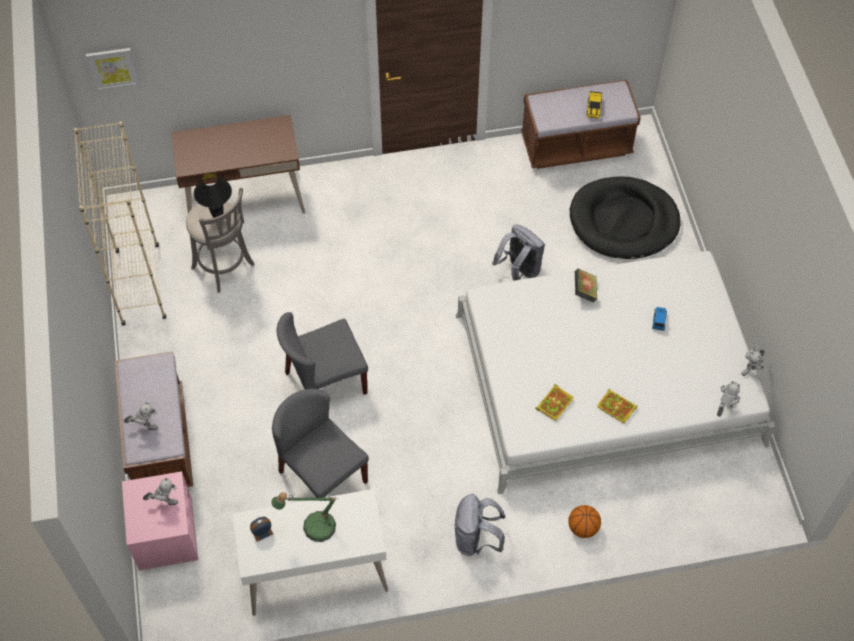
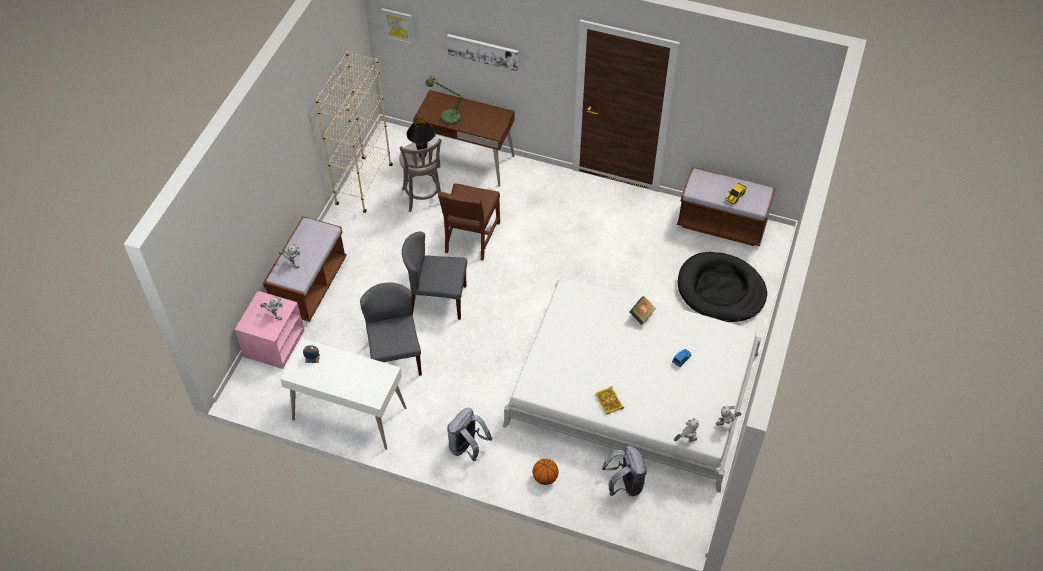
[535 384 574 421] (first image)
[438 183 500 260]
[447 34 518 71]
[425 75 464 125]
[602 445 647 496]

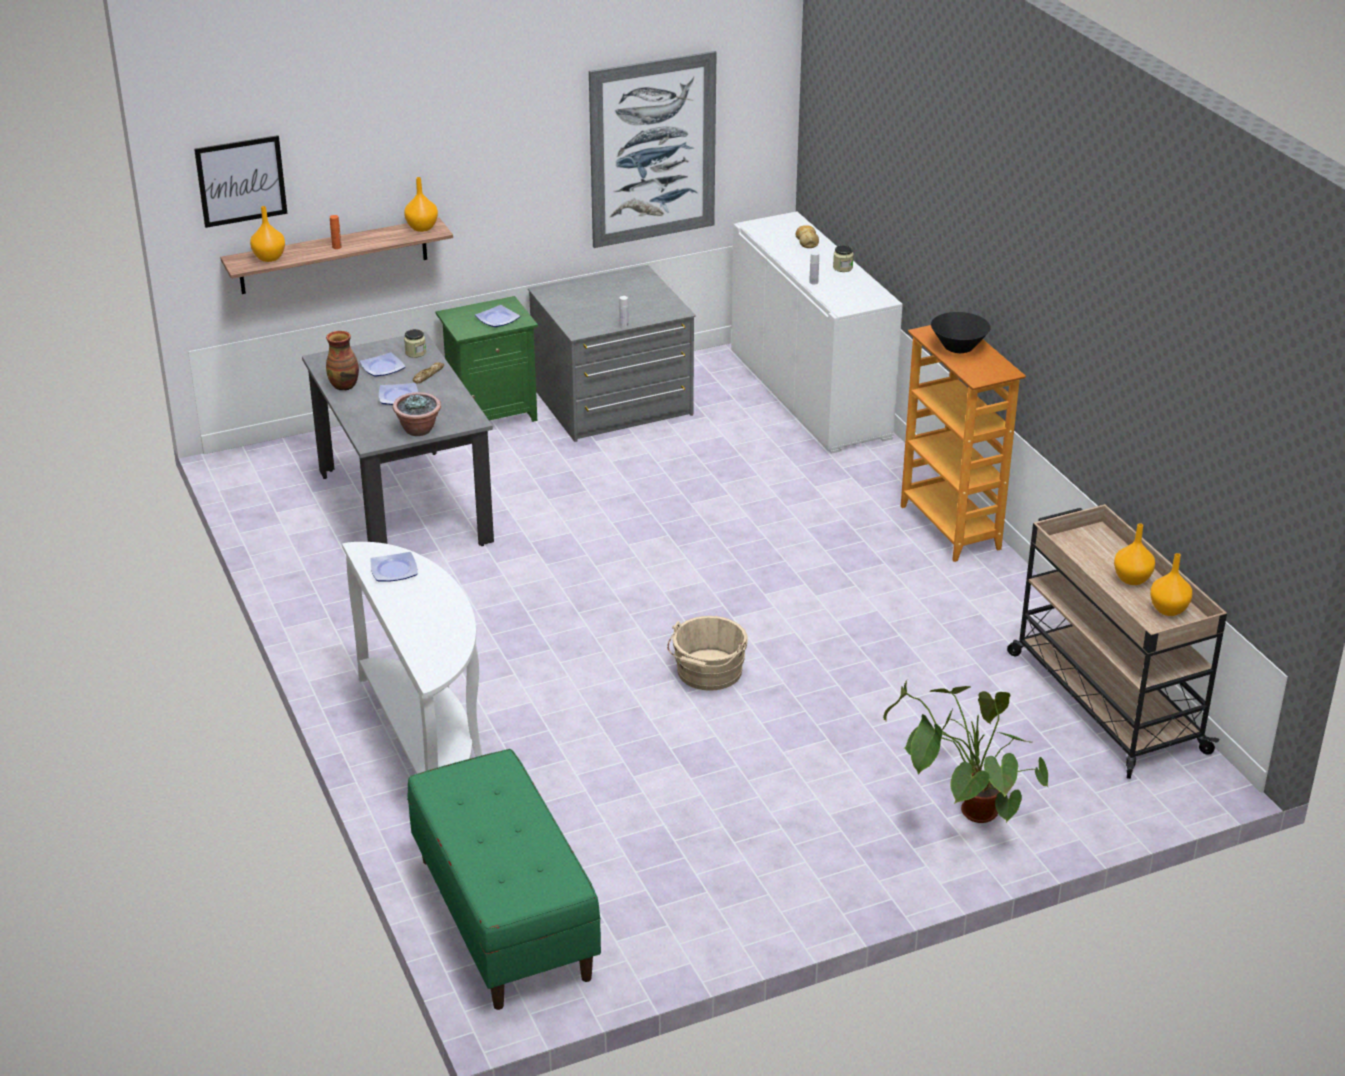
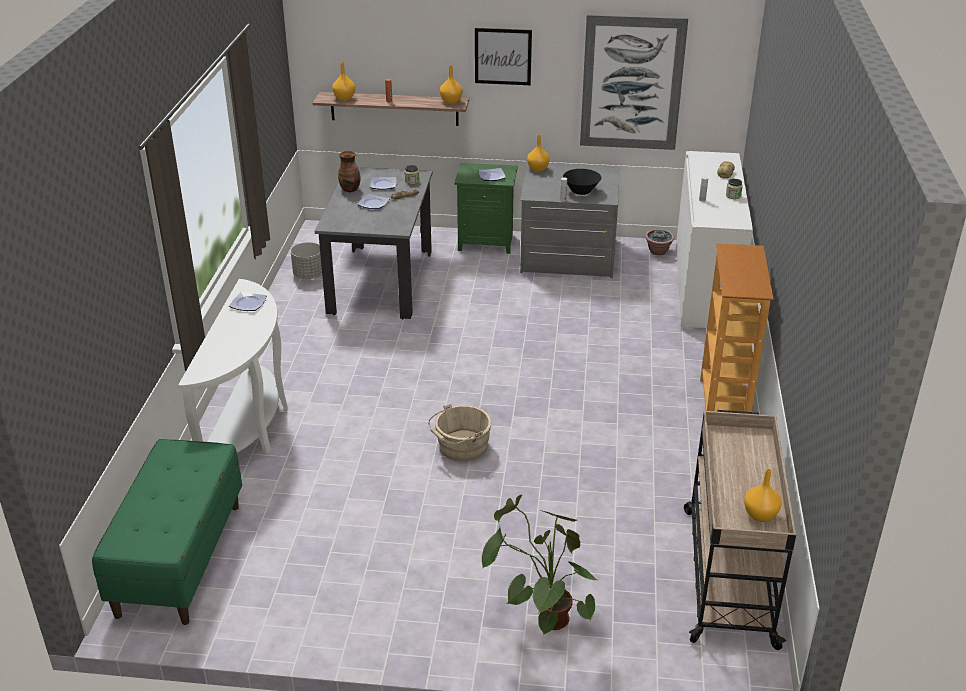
[291 242 322 279]
[475 28 532 85]
[645 229 674 255]
[563 169 601 195]
[527 134 550 172]

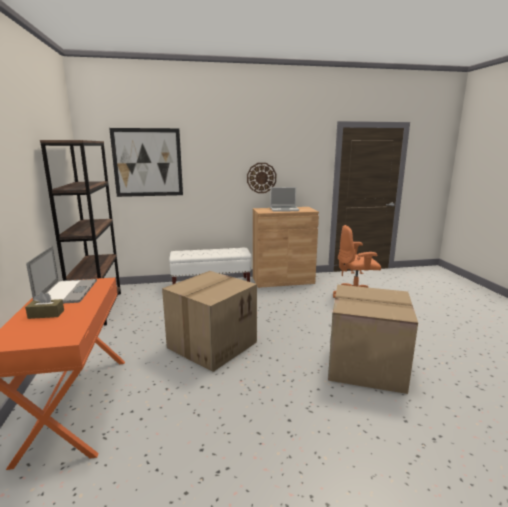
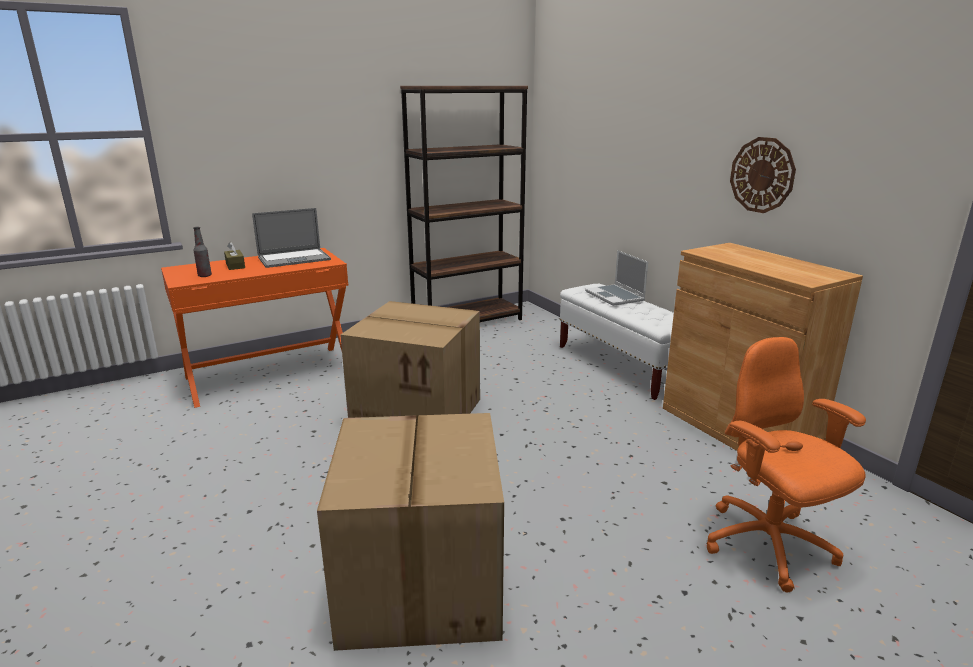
[109 128 183 197] (first image)
[193 227 212 277]
[585 250 648 306]

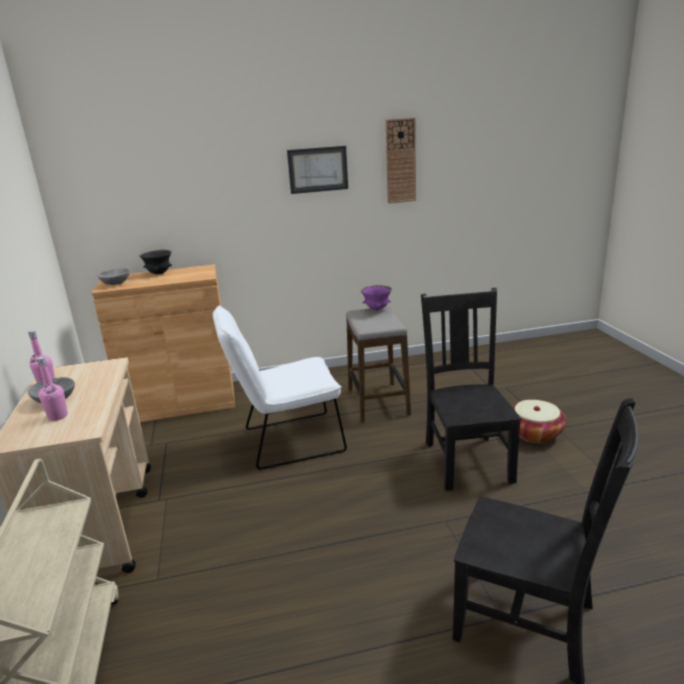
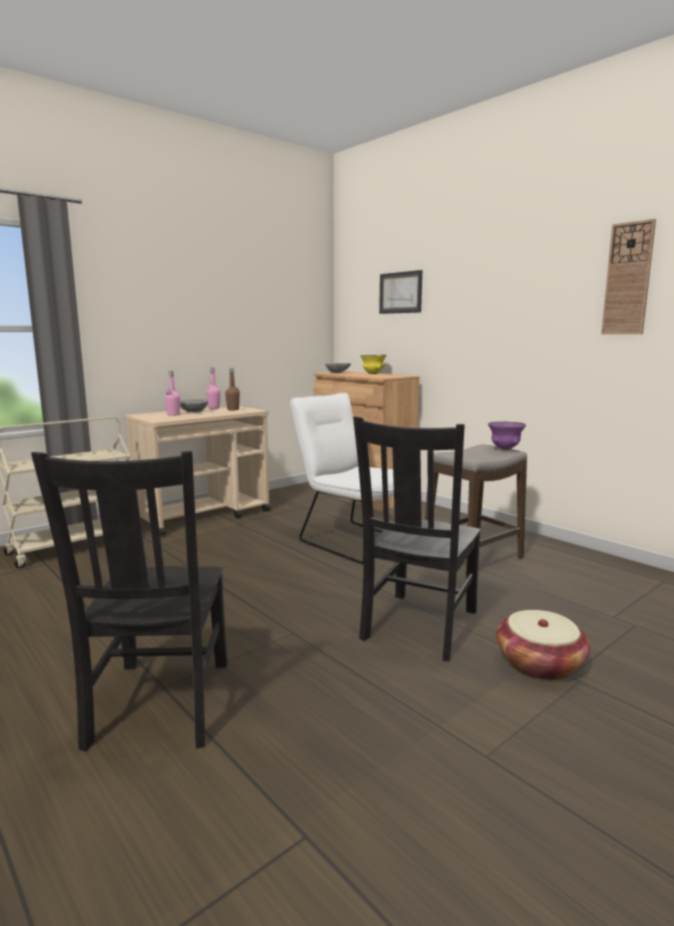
[225 368 240 410]
[379 270 422 314]
[360 355 387 374]
[353 416 481 661]

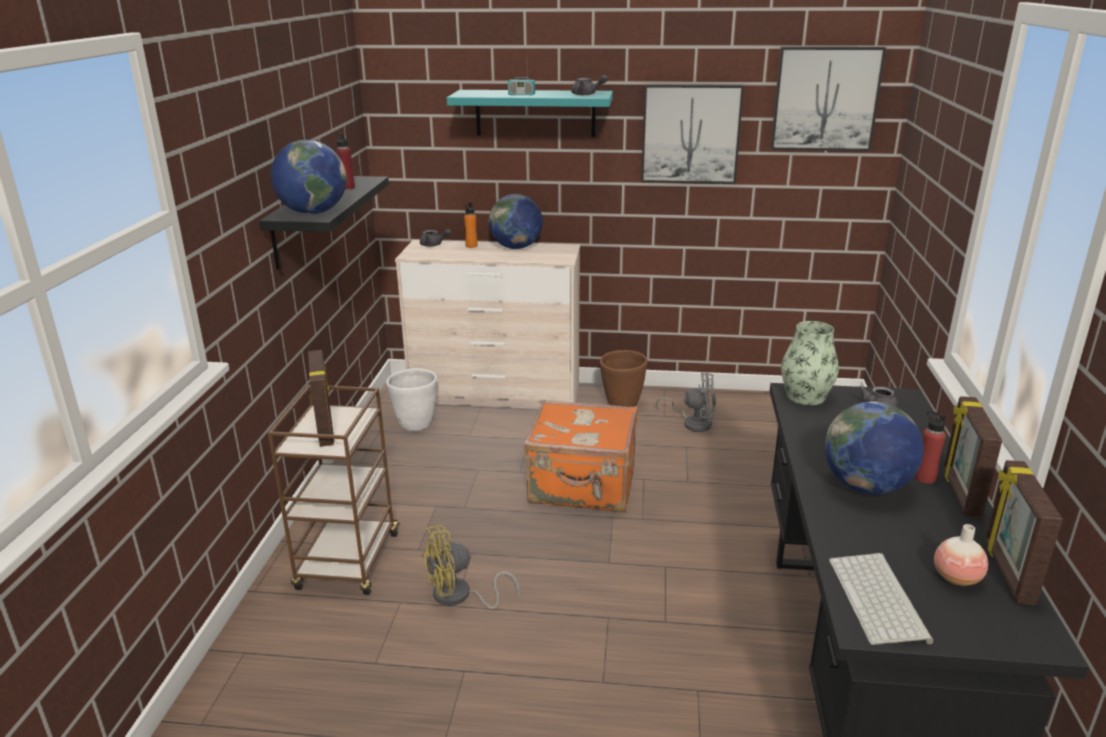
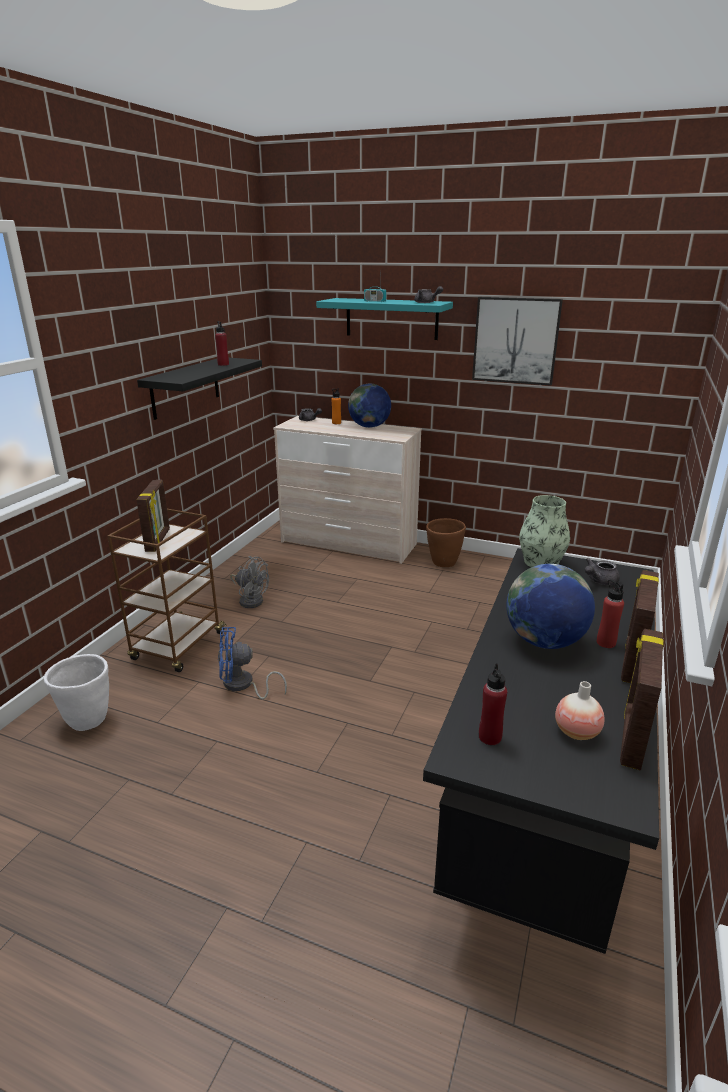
[271 140 346 214] (first image)
[524 400 638 513] (first image)
[770 47 886 151] (first image)
[44 654 109 731]
[230 556 269 608]
[479 663 507 745]
[218 627 287 699]

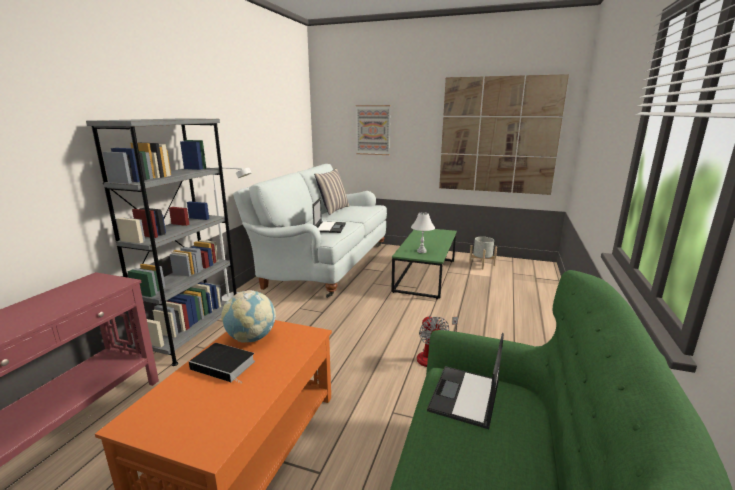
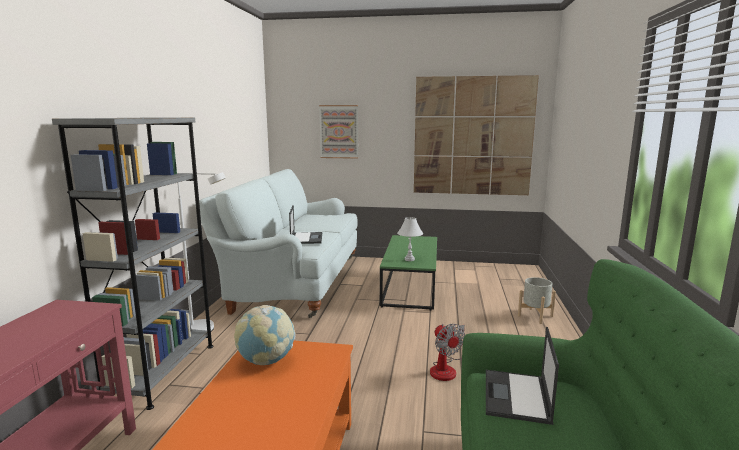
[189 343 255 383] (first image)
[314 168 349 215] (first image)
[518 277 556 324]

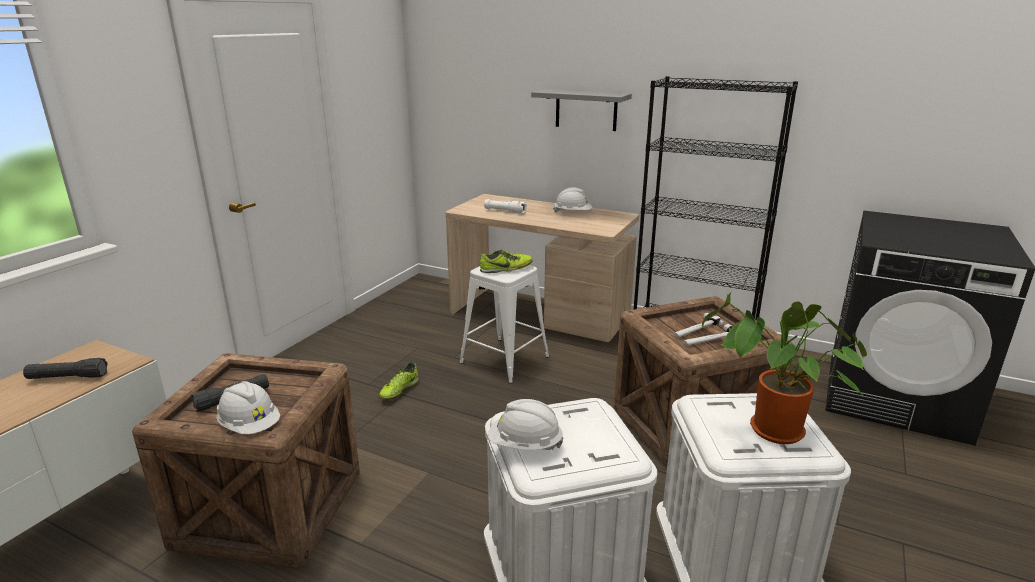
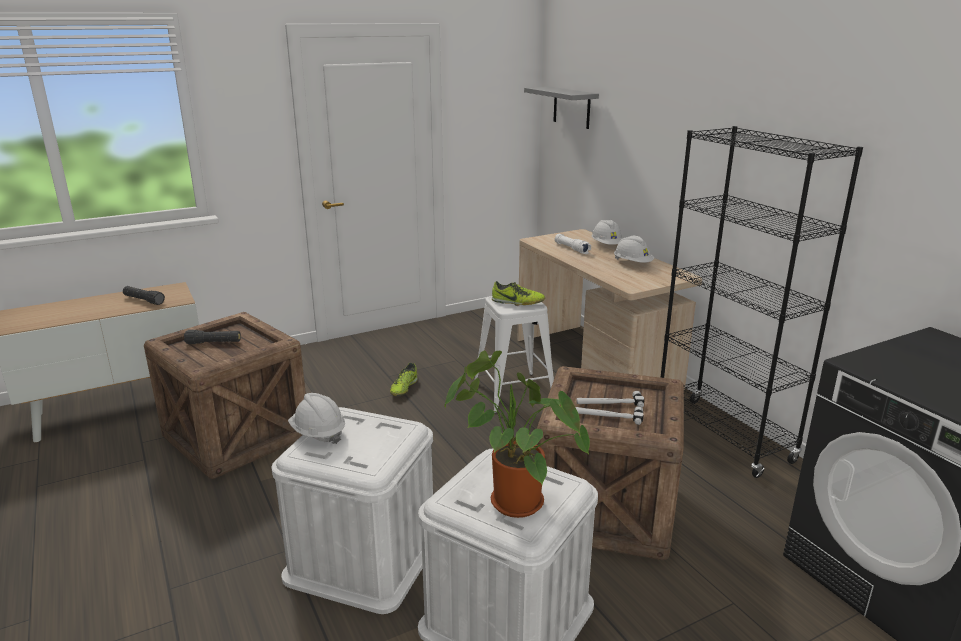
[592 220 623 245]
[524 86 599 129]
[390 363 418 396]

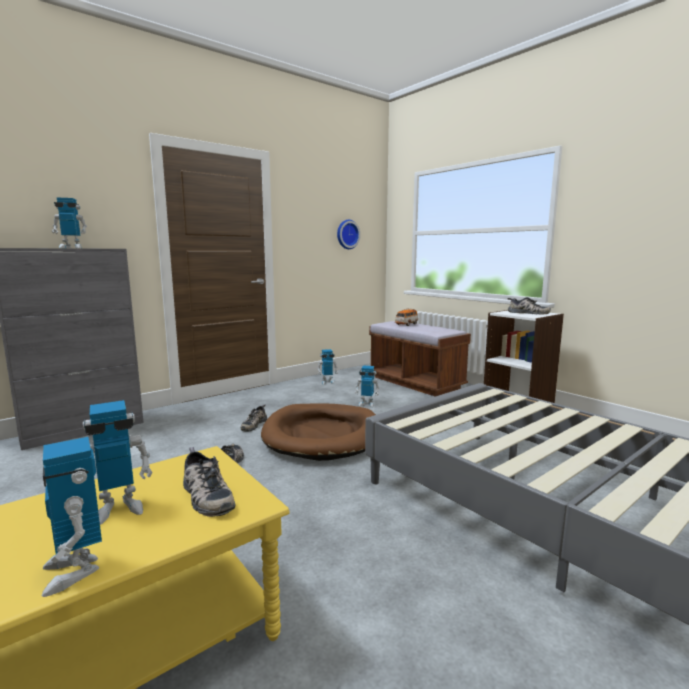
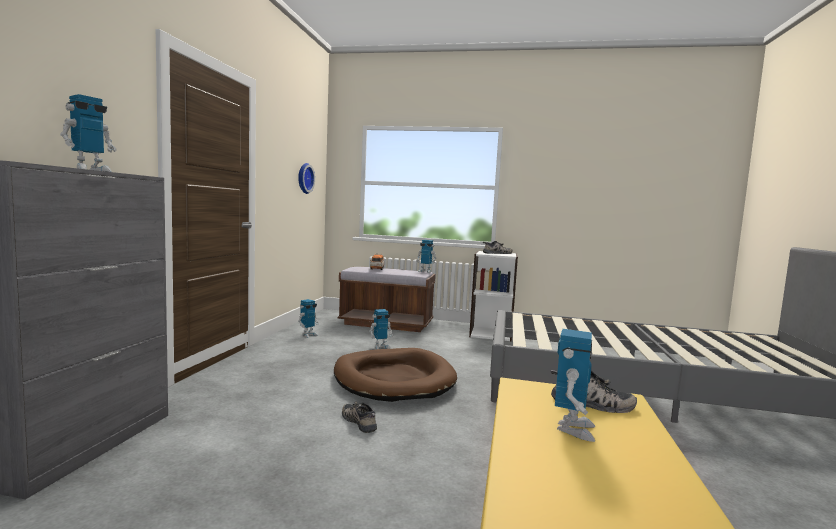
[241 404 267 432] (first image)
[416 240 436 273]

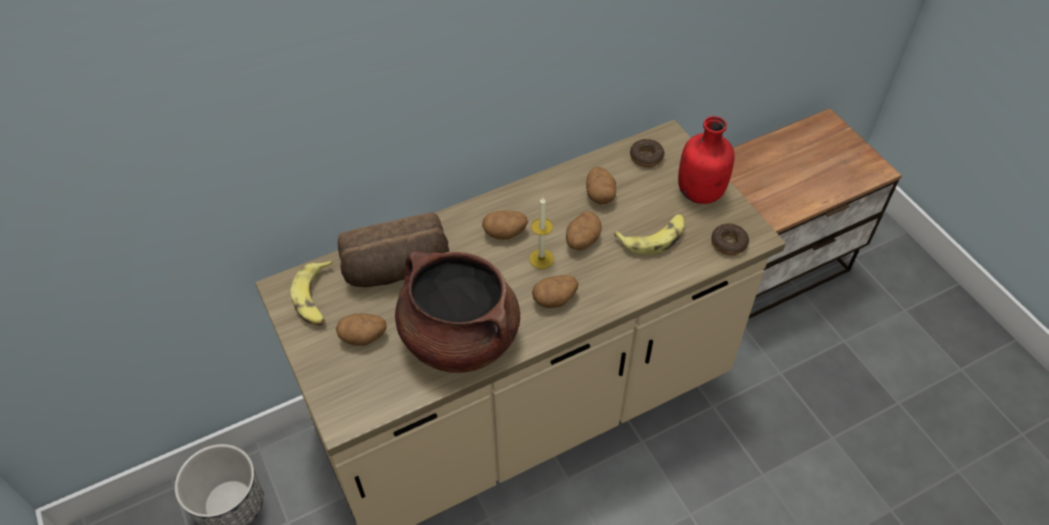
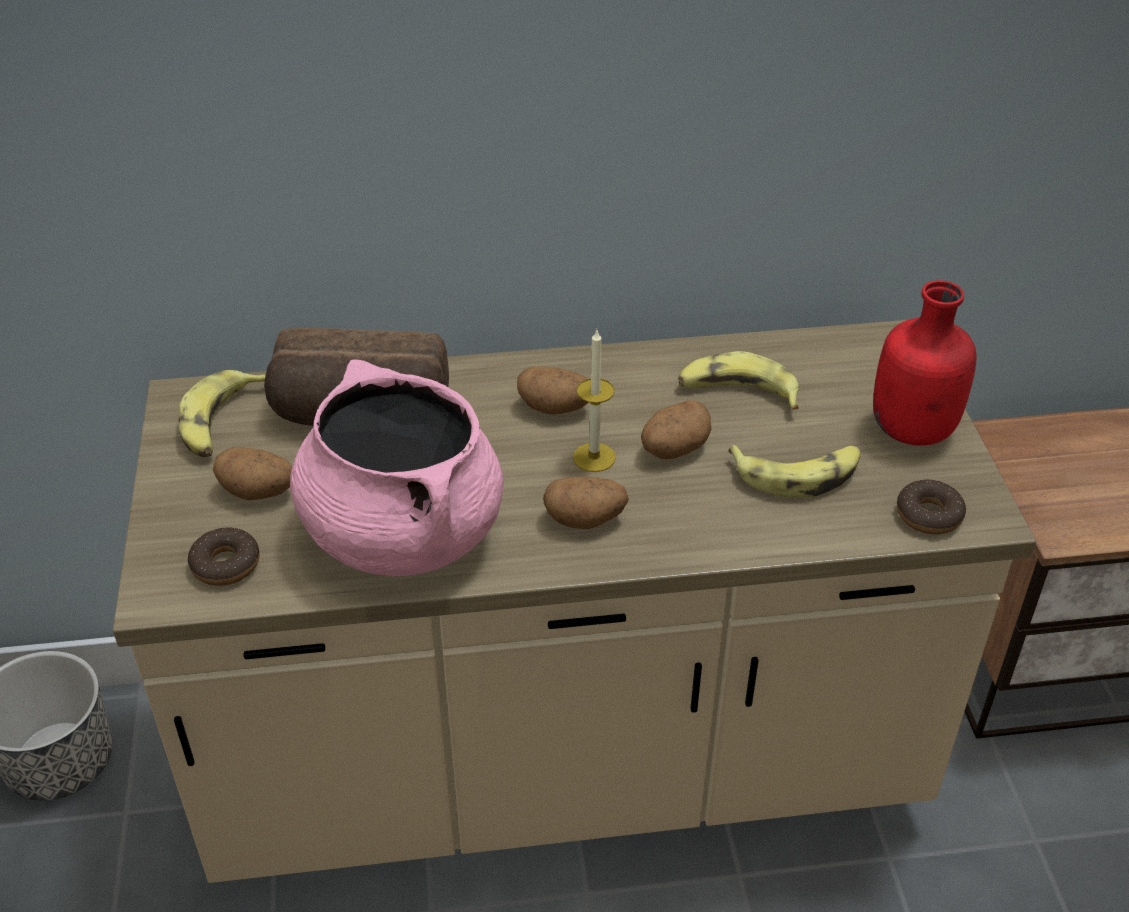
[188 527 259 586]
[678 351 799 410]
[290 359 504 576]

